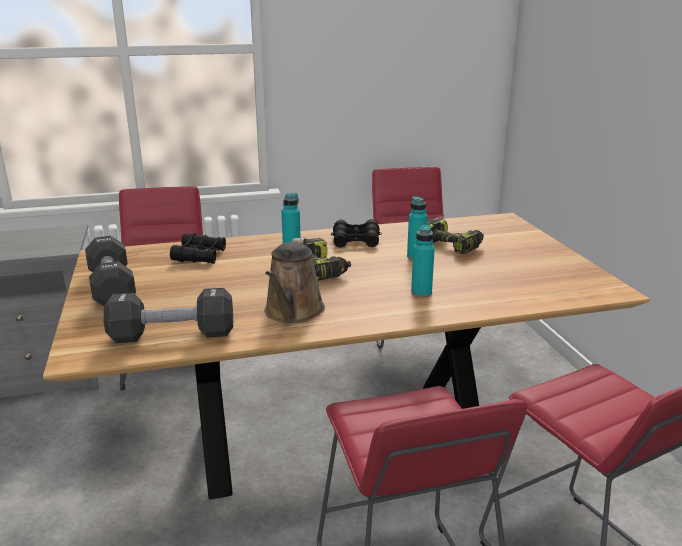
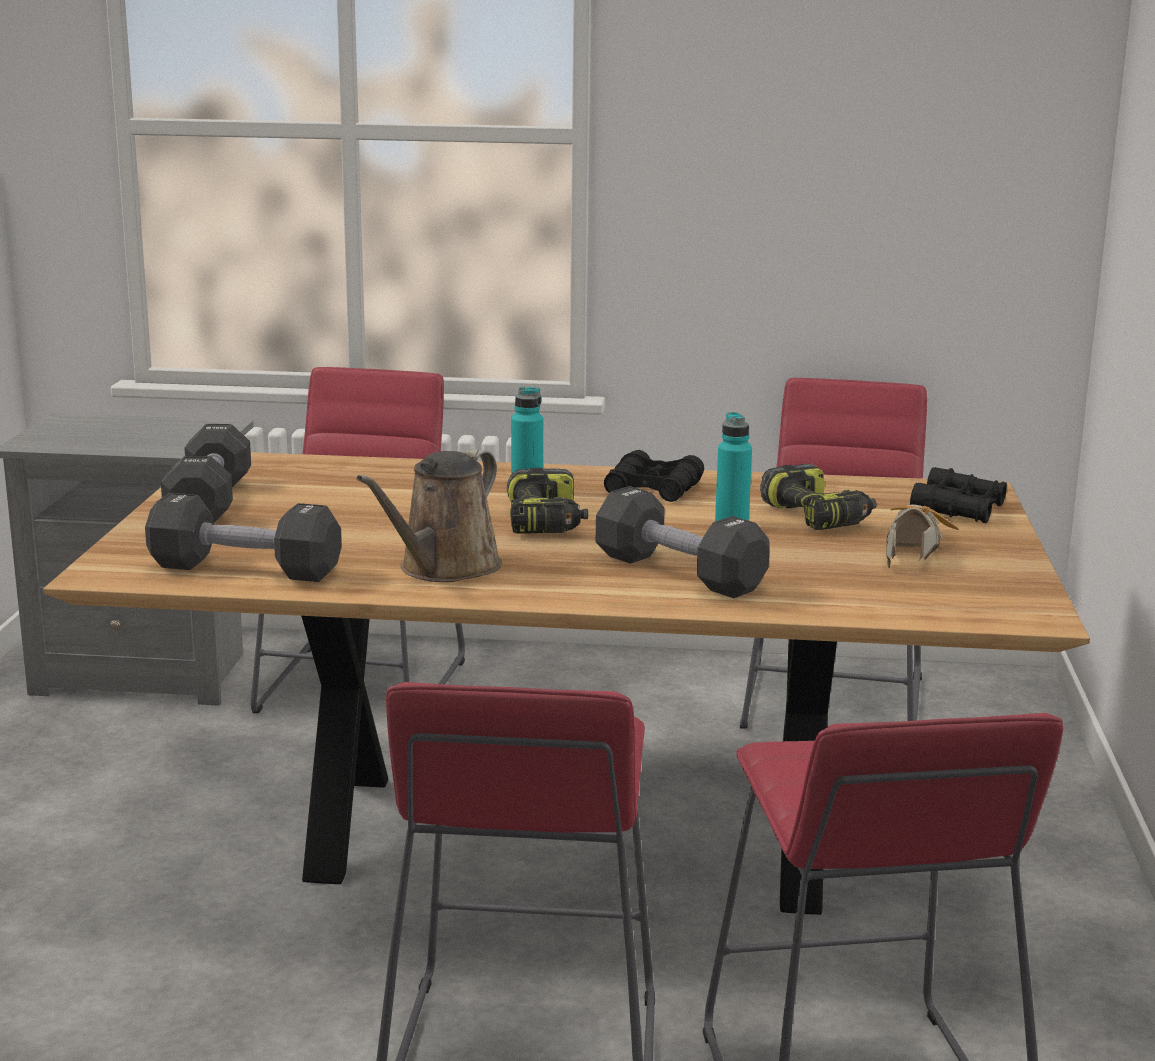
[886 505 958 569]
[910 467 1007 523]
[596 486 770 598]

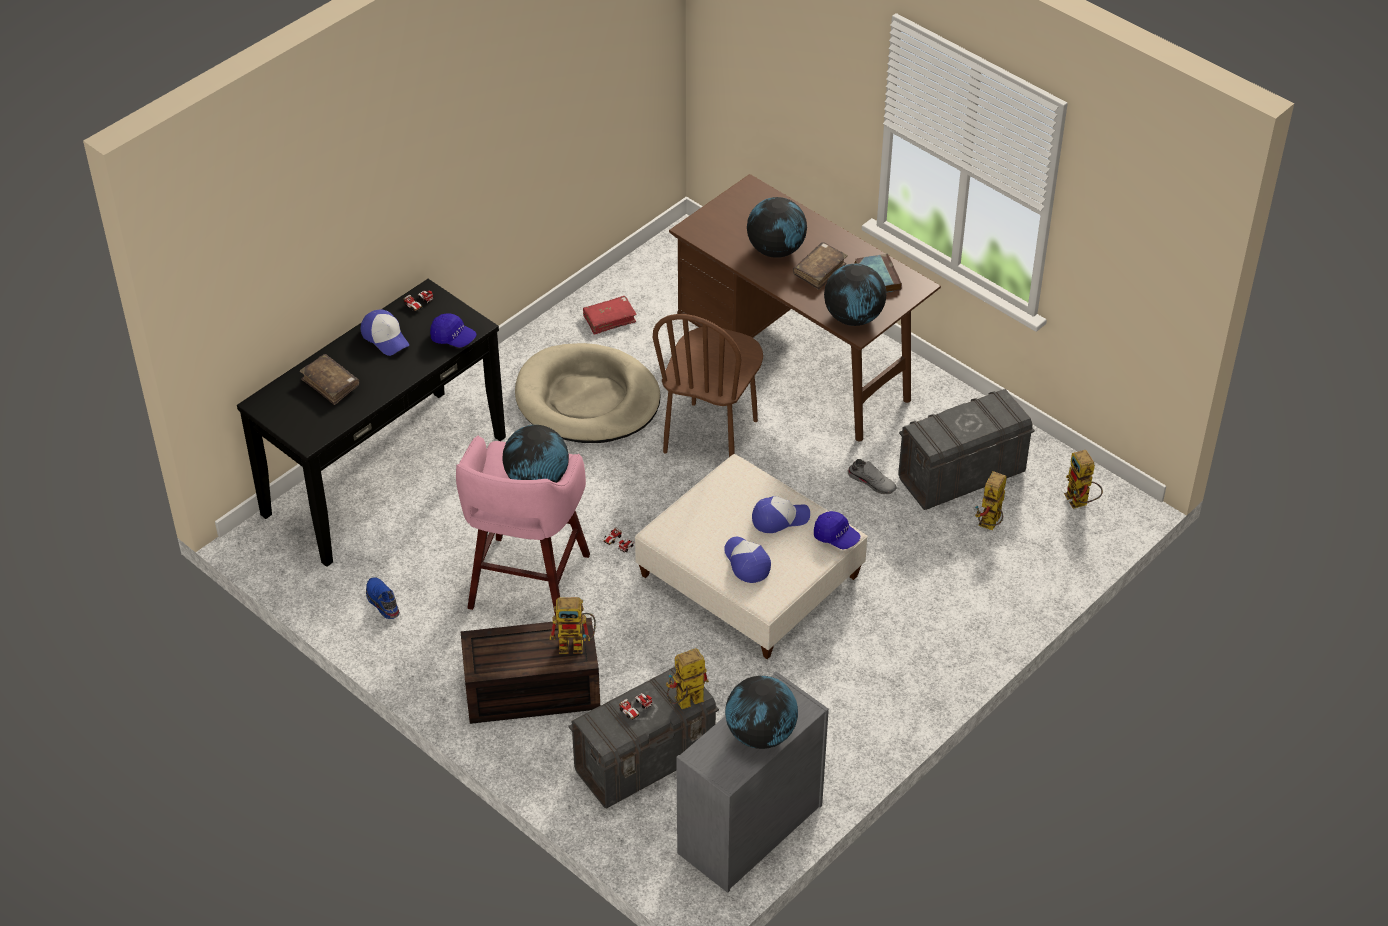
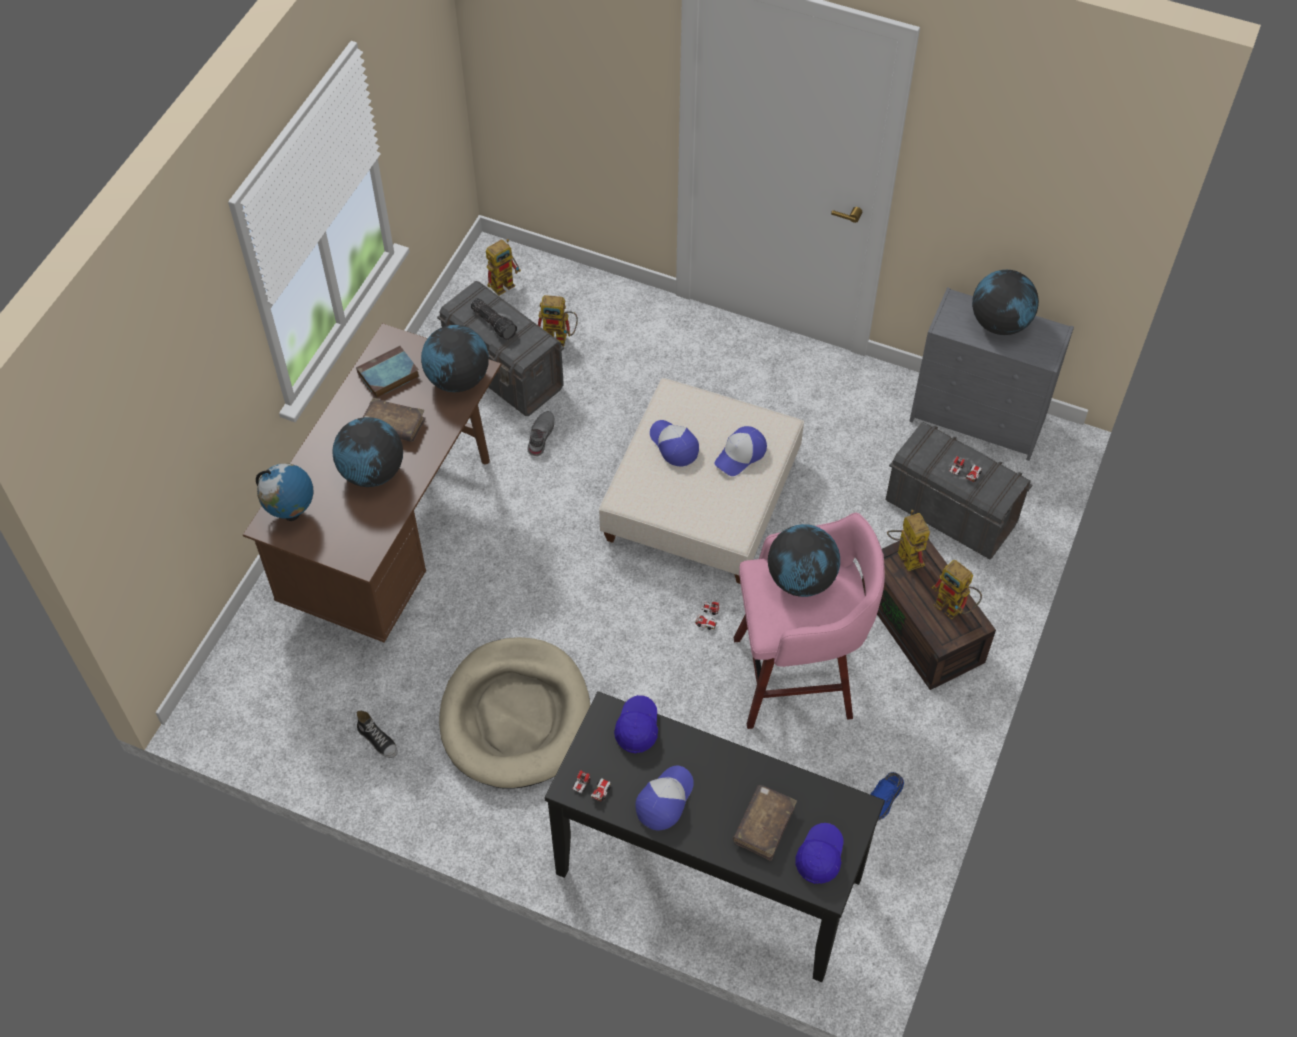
[653 314 763 457] (first image)
[256 463 313 521]
[471 298 517 340]
[932 560 982 619]
[795 823 843 884]
[357 710 397 758]

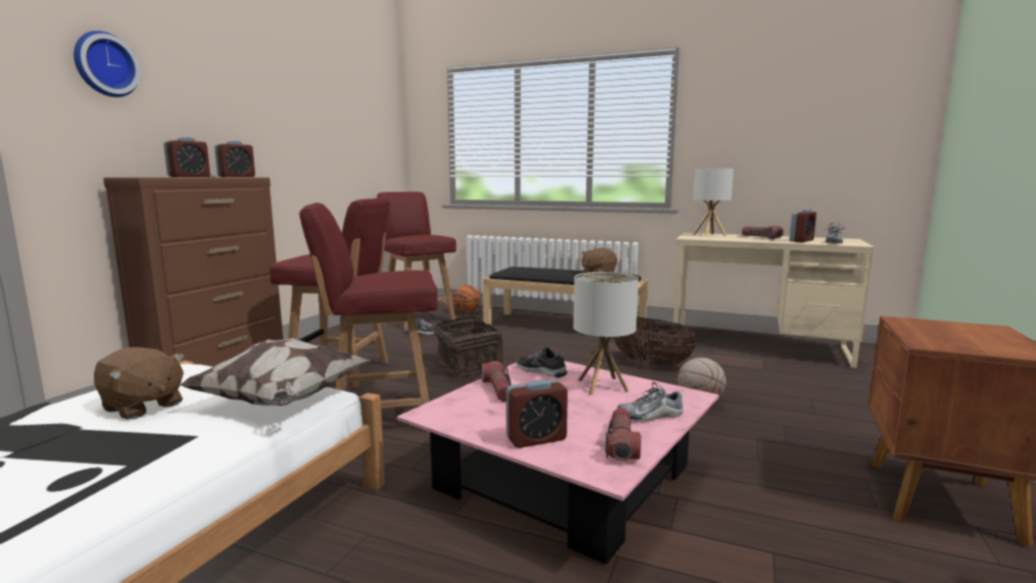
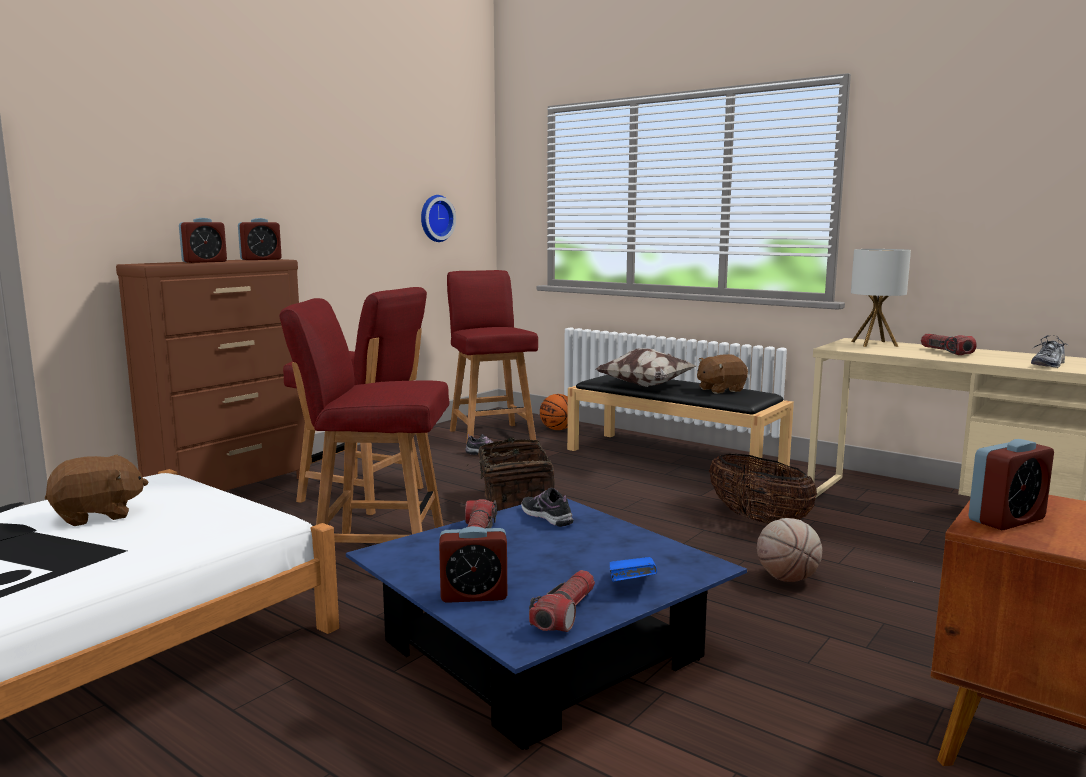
[573 272 639 395] (first image)
[421 195 456 242]
[596 348 696 387]
[968 439 1054 530]
[610 557 657 582]
[346 498 747 750]
[45 455 148 526]

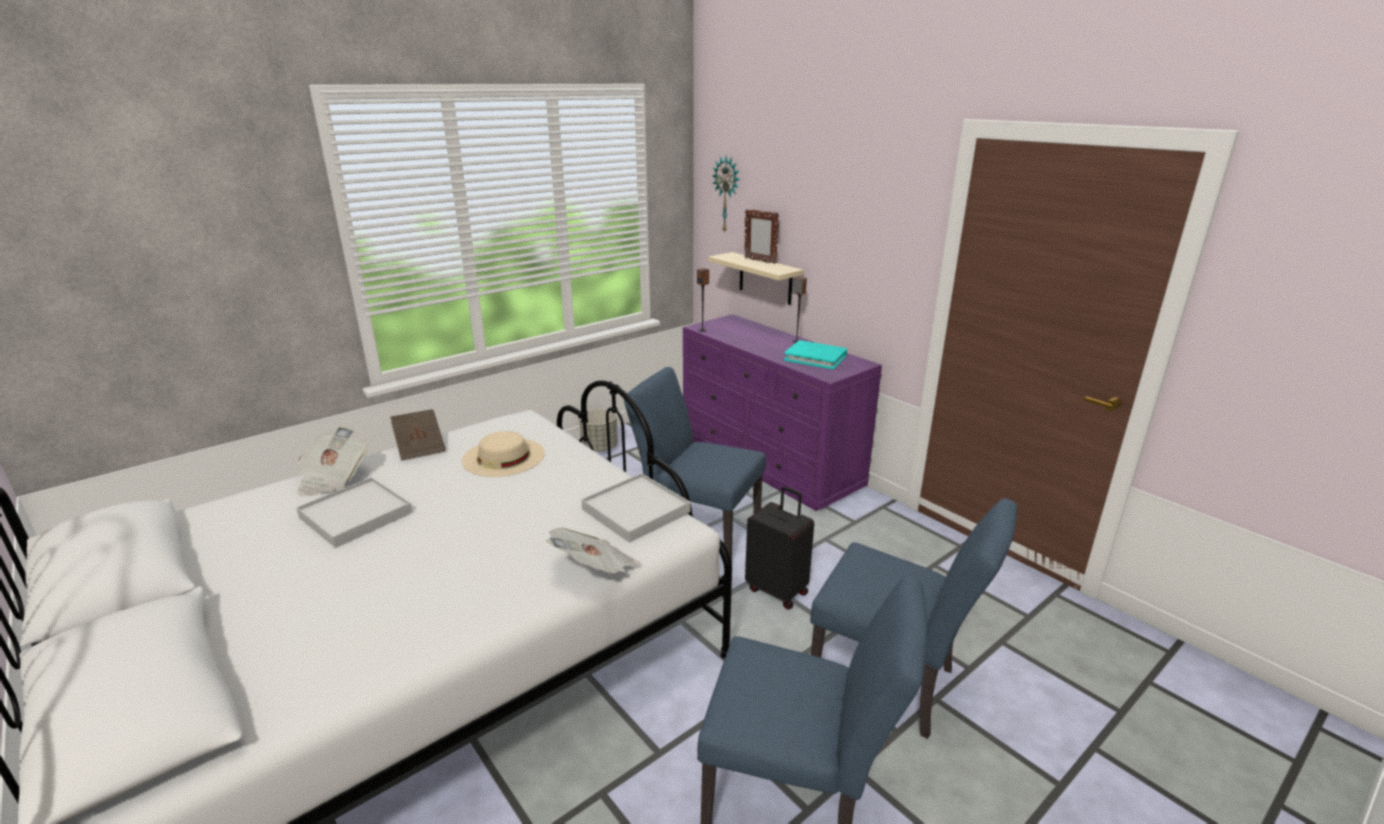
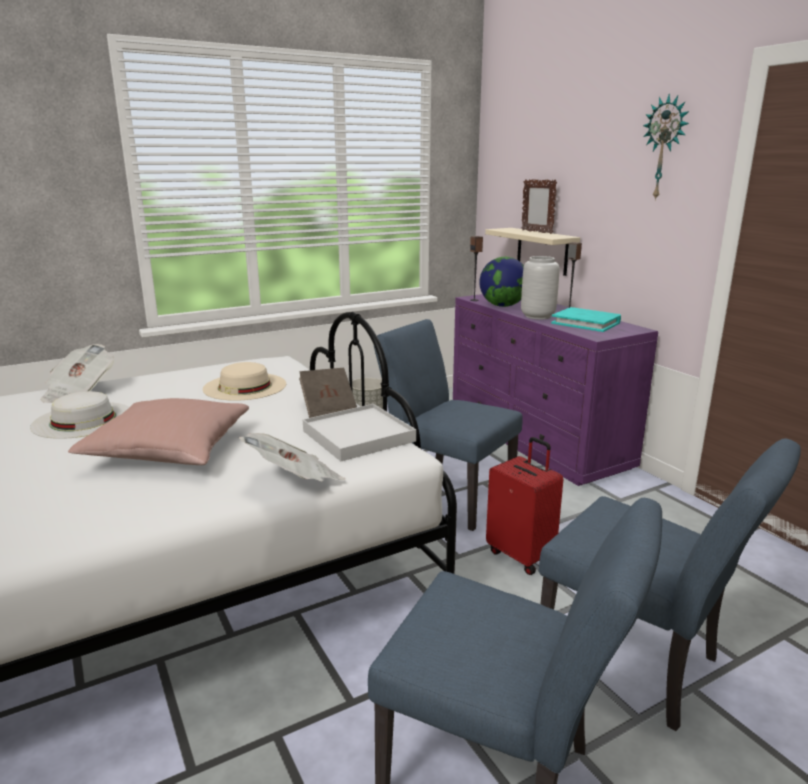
[68 398 249 465]
[479 257 524 307]
[521 256 559 320]
[299 368 357 418]
[643 93 689 201]
[30 391 129 439]
[486 437 563 575]

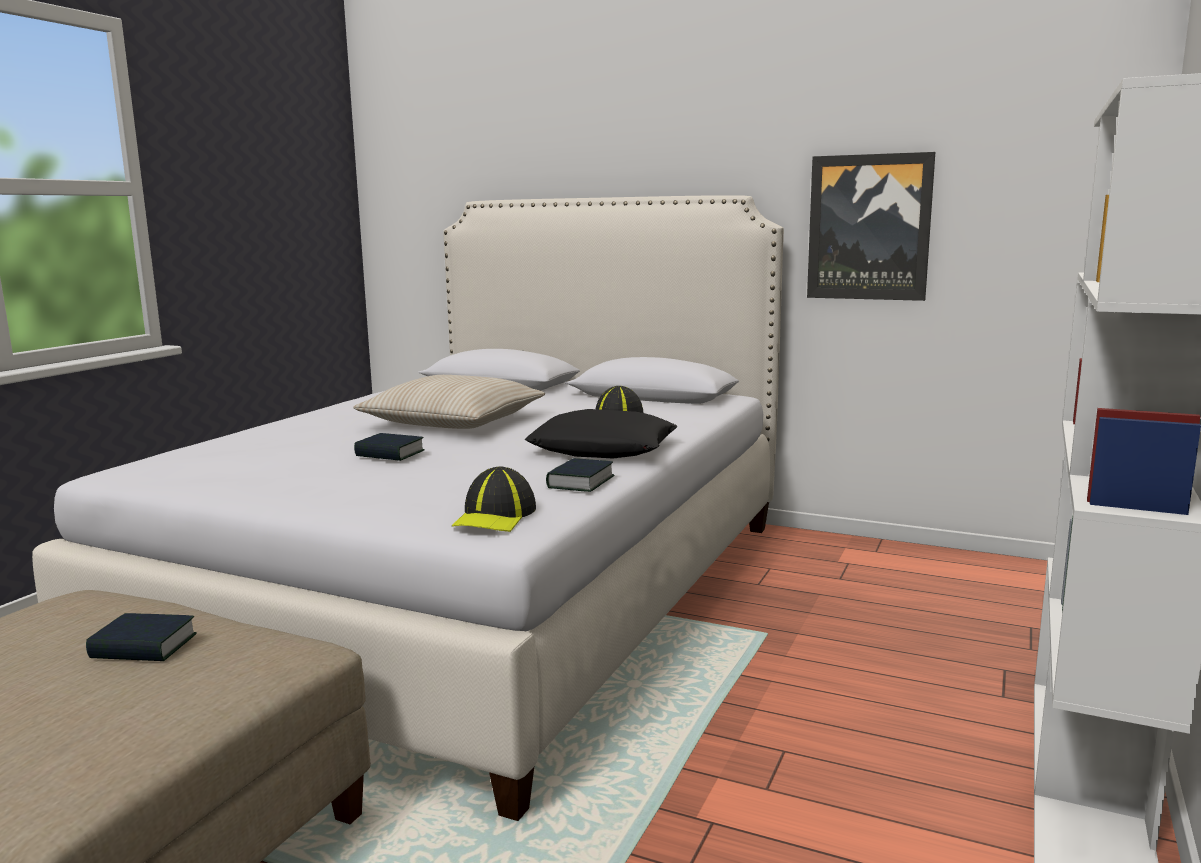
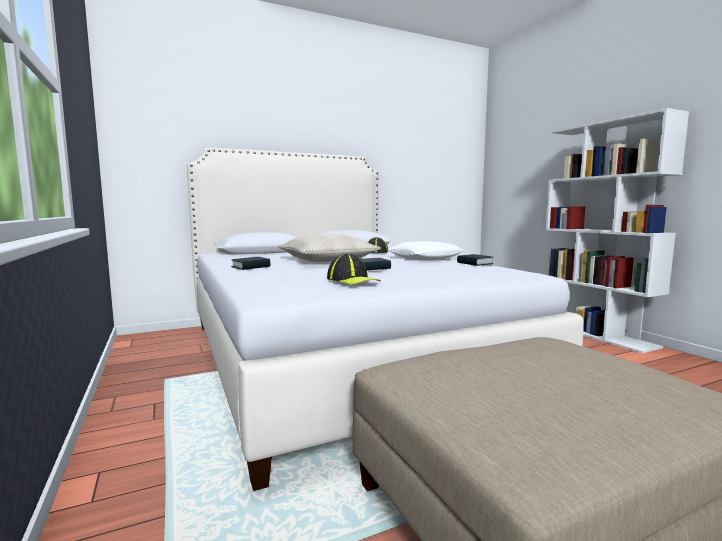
[807 152 935 301] (first image)
[231 257 271 270]
[327 253 381 285]
[388 241 464 260]

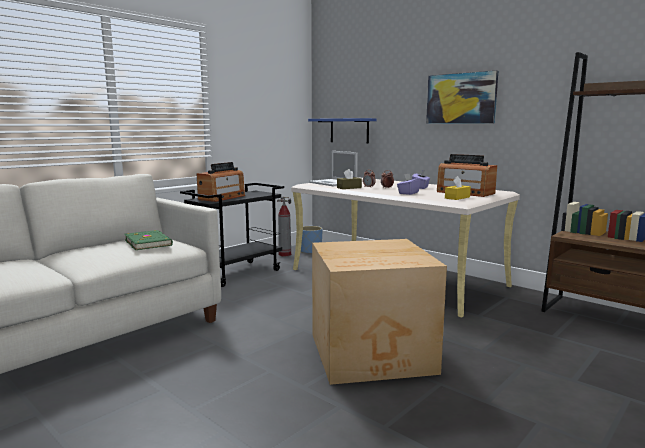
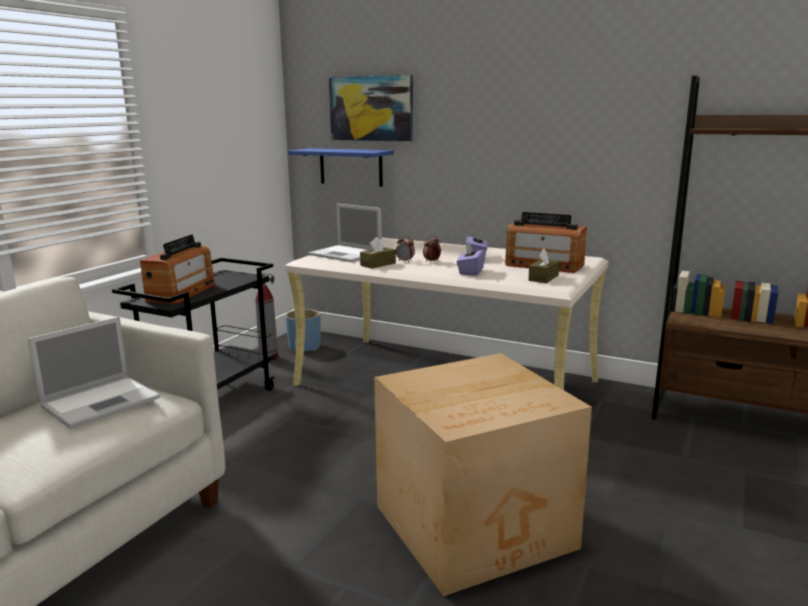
[329 75 413 142]
[28 317 160 429]
[528 248 559 283]

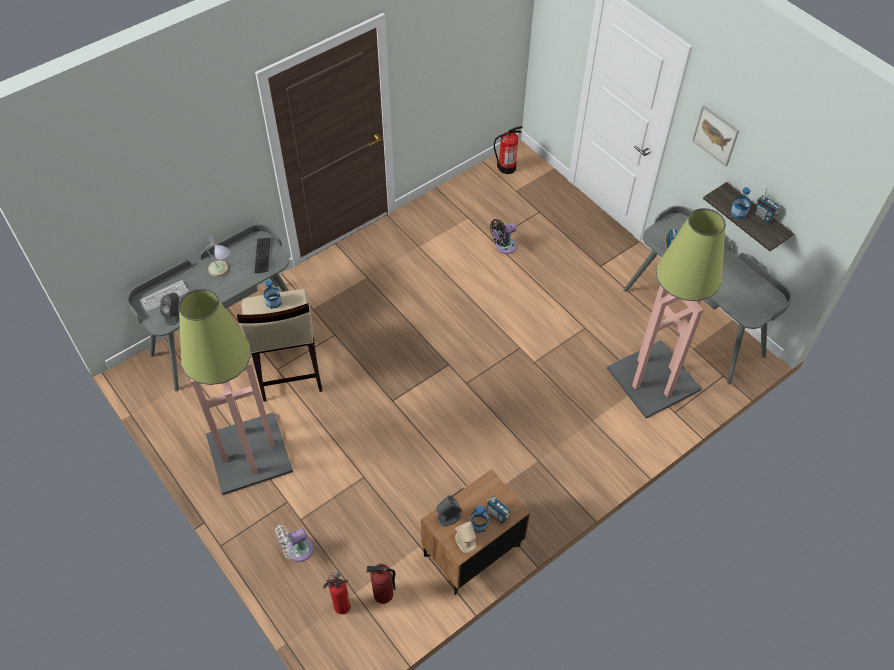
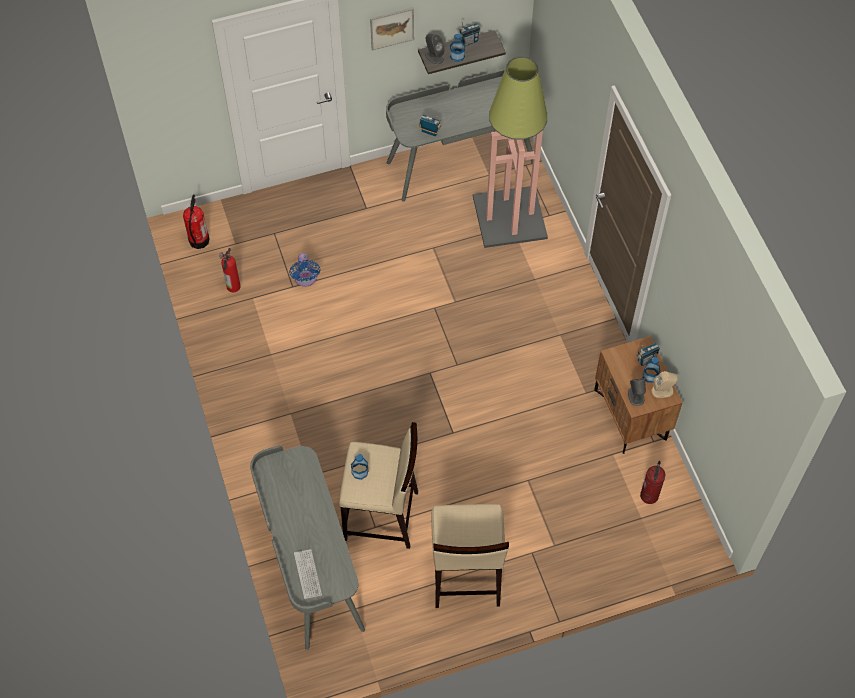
[207 236 230 277] (first image)
[254 237 270 273] (first image)
[275 525 313 562] (first image)
[425 33 445 65]
[219 248 241 292]
[431 504 509 608]
[289 253 320 287]

